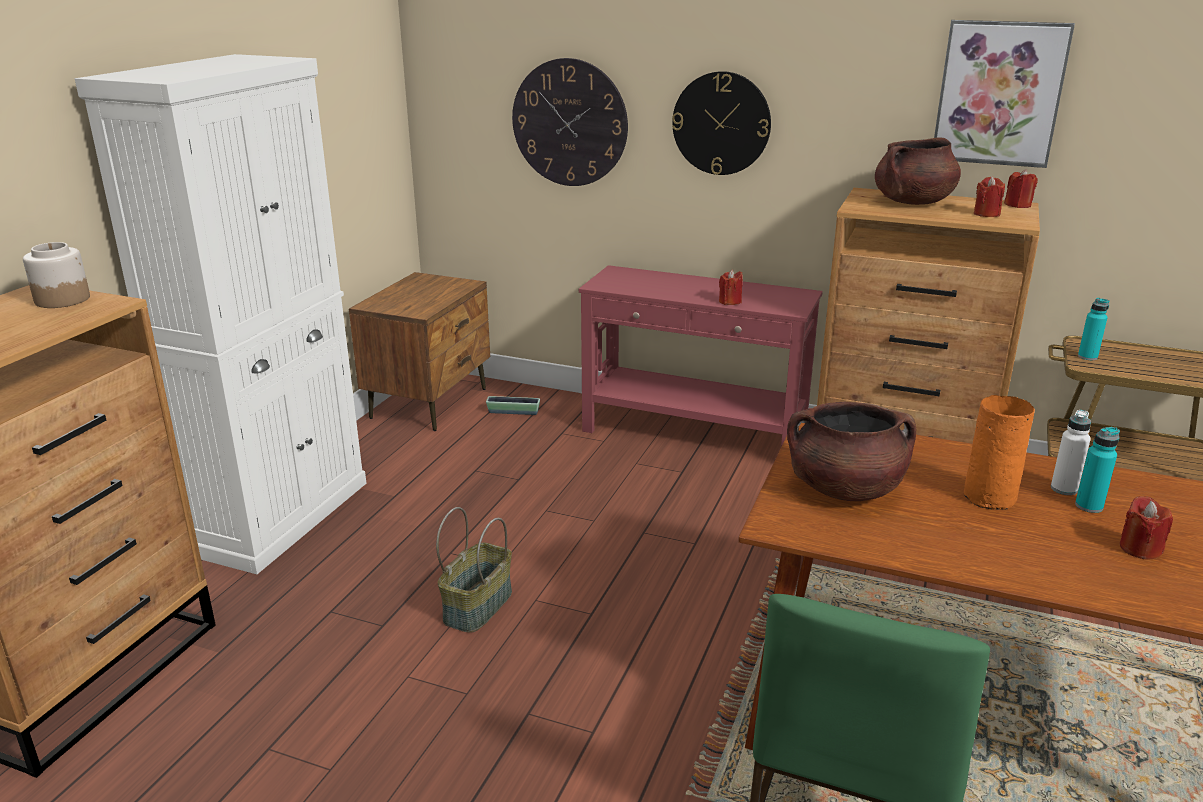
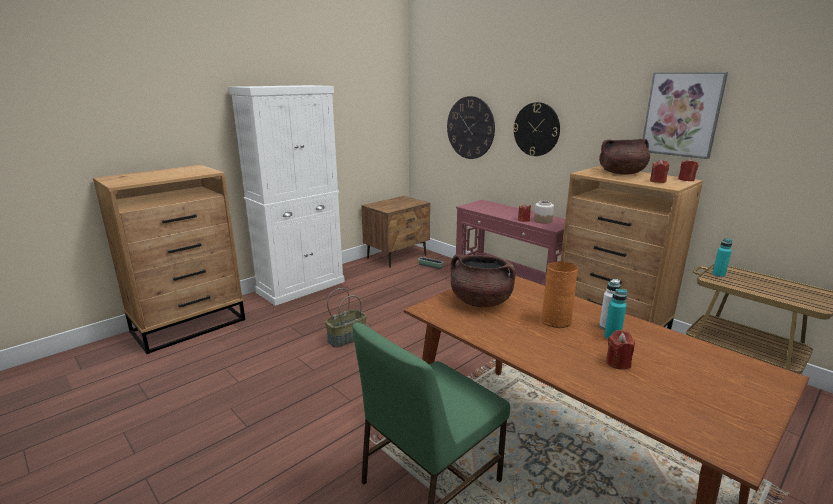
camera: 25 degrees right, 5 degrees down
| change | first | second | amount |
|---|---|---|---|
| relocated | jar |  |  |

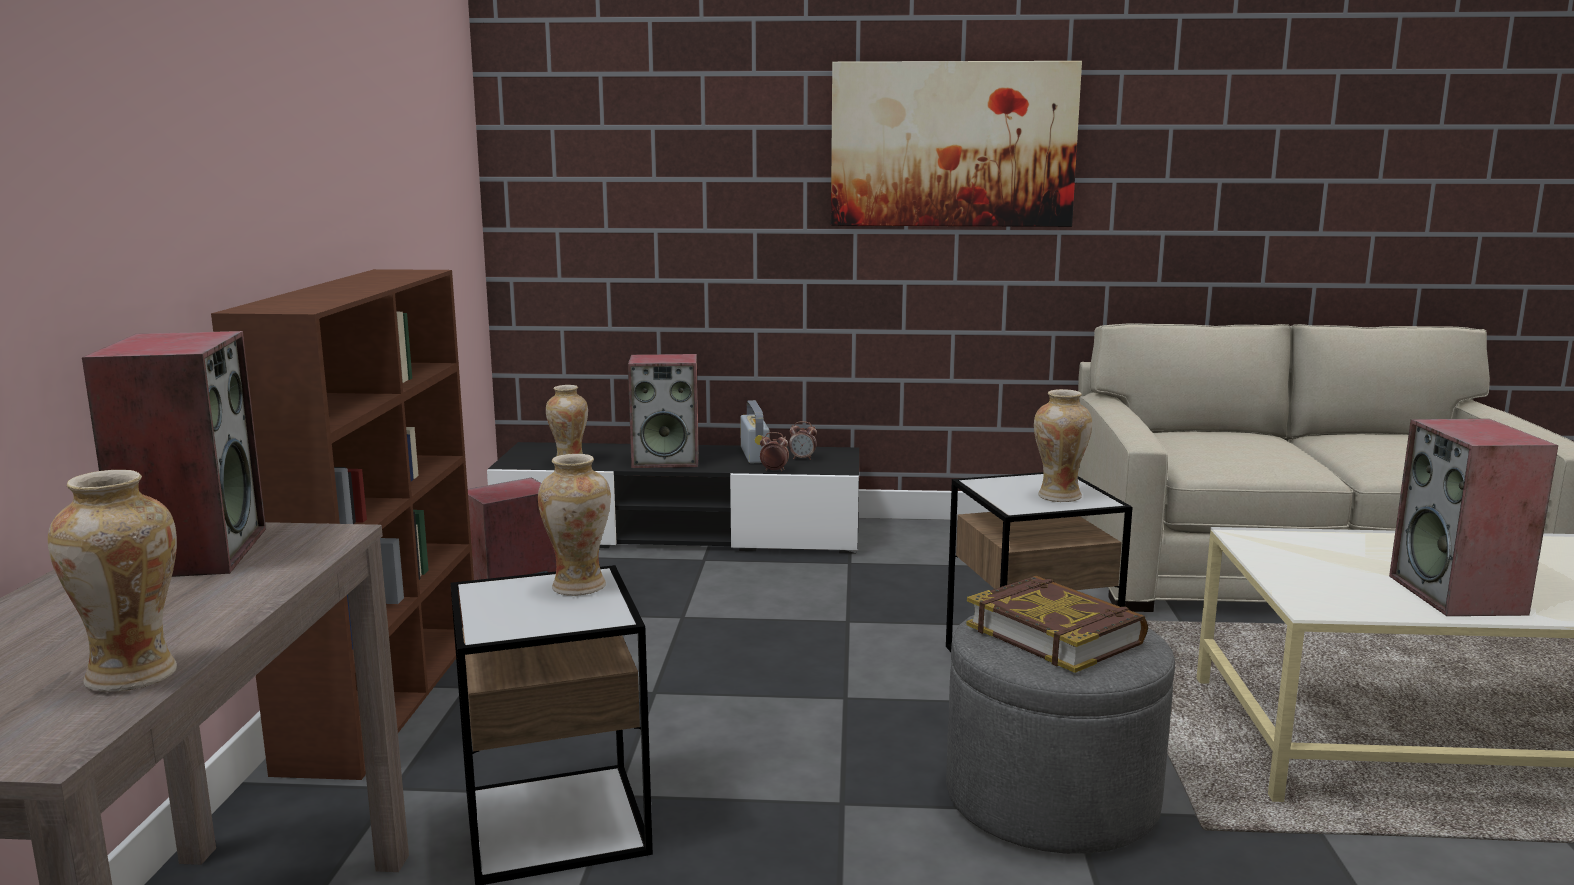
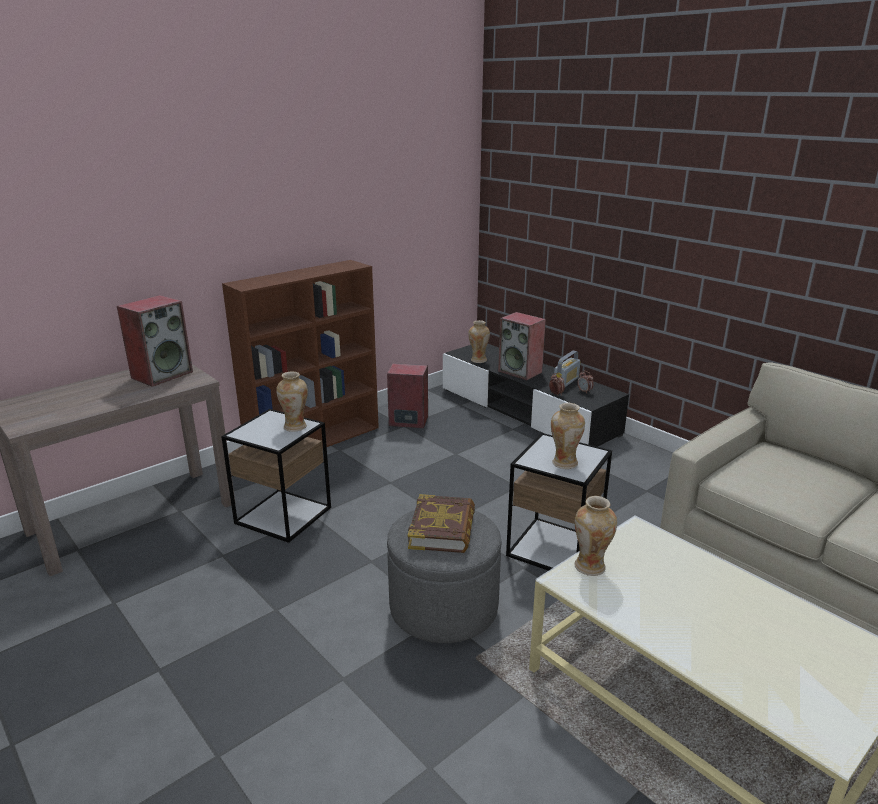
camera: 45 degrees right, 10 degrees up
| change | first | second | amount |
|---|---|---|---|
| missing | wall picture |  |  |
| missing | loudspeaker (no. 4 from left) |  |  |
| relocated | vase (no. 1 from left in the first image) | vase (no. 4 from left) |  |

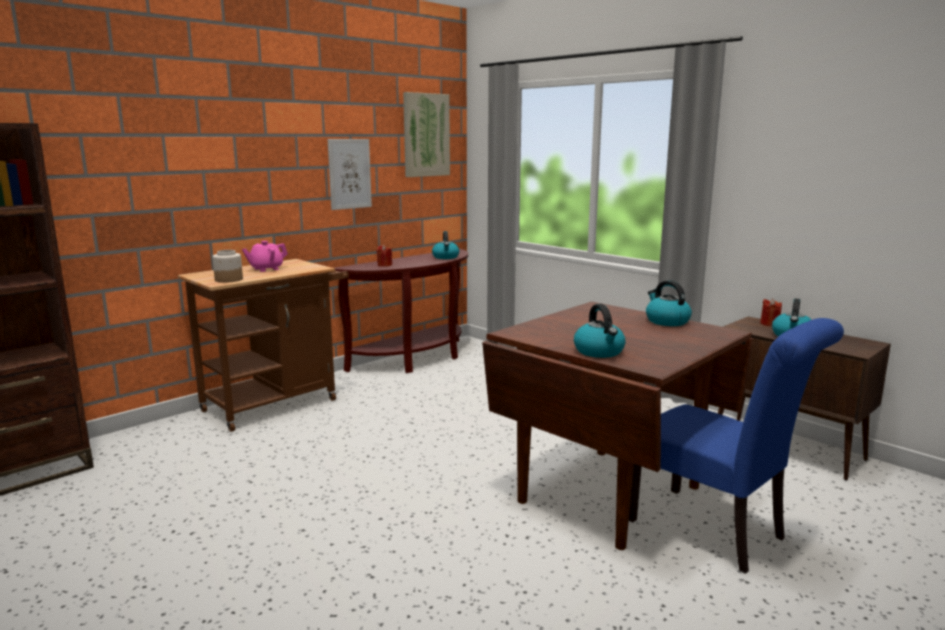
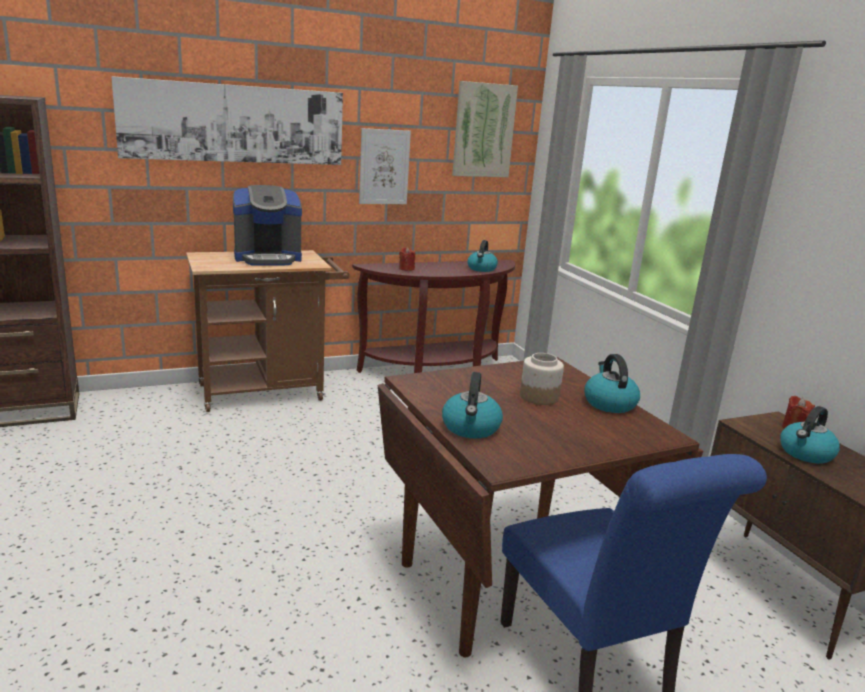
camera: 20 degrees right, 5 degrees up
| change | first | second | amount |
|---|---|---|---|
| appeared |  | wall picture (no. 1 from left) |  |
| relocated | jar |  |  |
| exchanged | pink pot for tea | coffee maker |  |

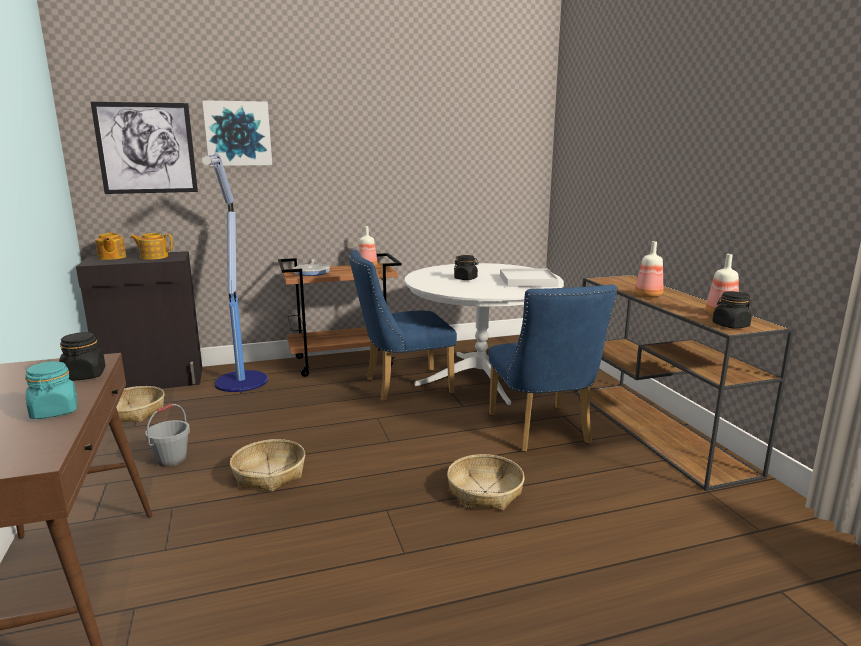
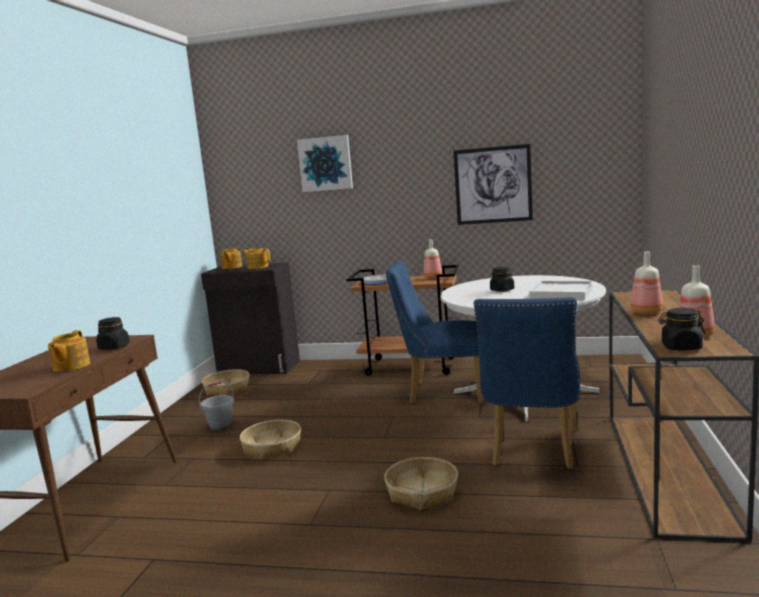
camera: 30 degrees right, 5 degrees down
| change | first | second | amount |
|---|---|---|---|
| missing | standing lamp |  |  |
| relocated | wall picture (no. 1 from left in the first image) | wall picture (no. 2 from left) |  |
| exchanged | turquoise jar | pot for tea (no. 1 from left) |  |

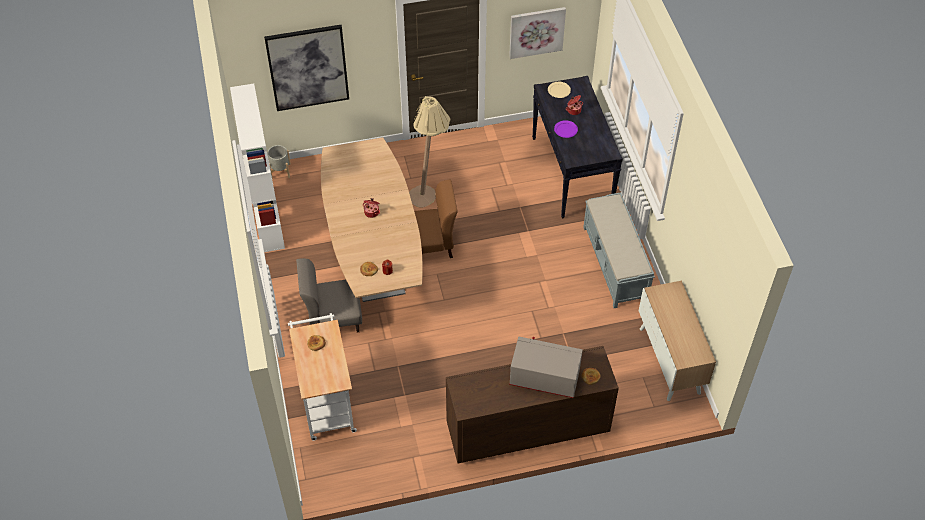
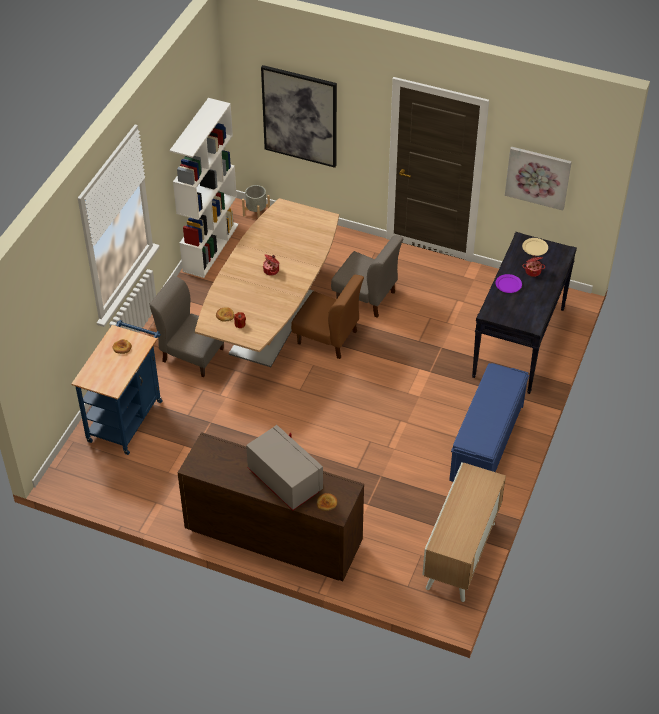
camera: 35 degrees right, 5 degrees down
| change | first | second | amount |
|---|---|---|---|
| exchanged | beige standing lamp | gray upright chair (no. 2 from left) |  |
| colour | whitish wheeled cart | bluish wheeled cart |  |
| colour | gray long seat | bluish long seat |  |

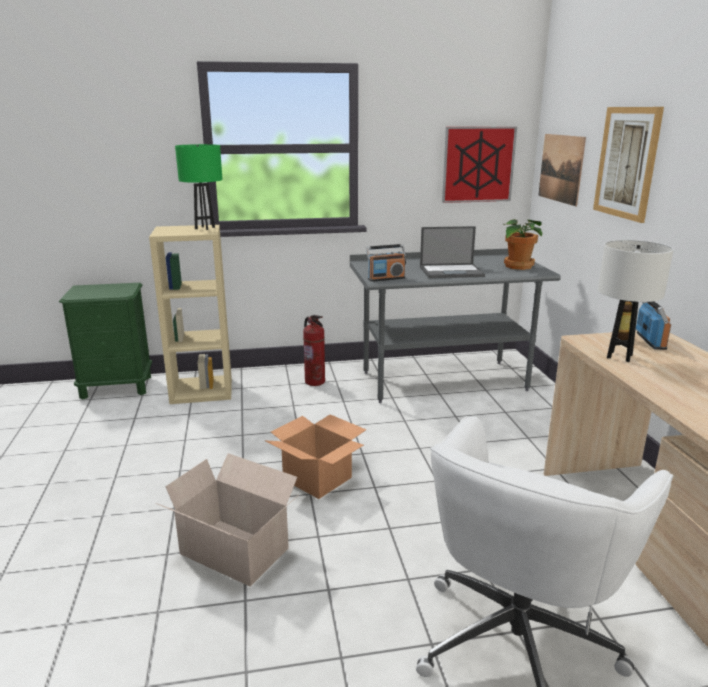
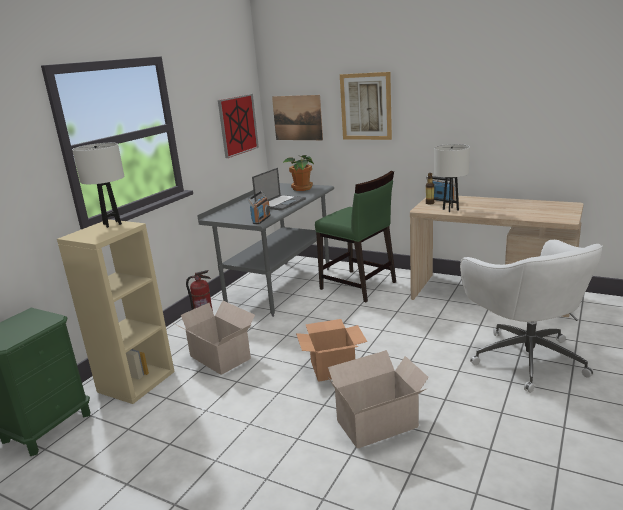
camera: 50 degrees left, 0 degrees up
| change | first | second | amount |
|---|---|---|---|
| appeared |  | cardboard box (no. 1 from left) |  |
| appeared |  | green upright chair |  |
| colour | green lamp for a table | whitish lamp for a table (no. 1 from left) |  |

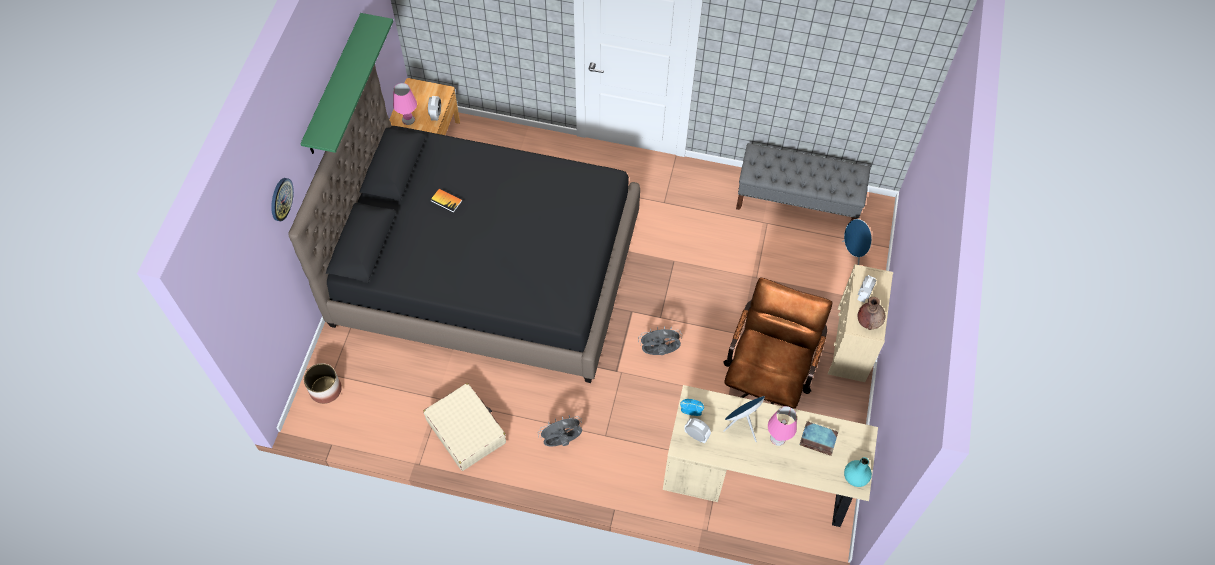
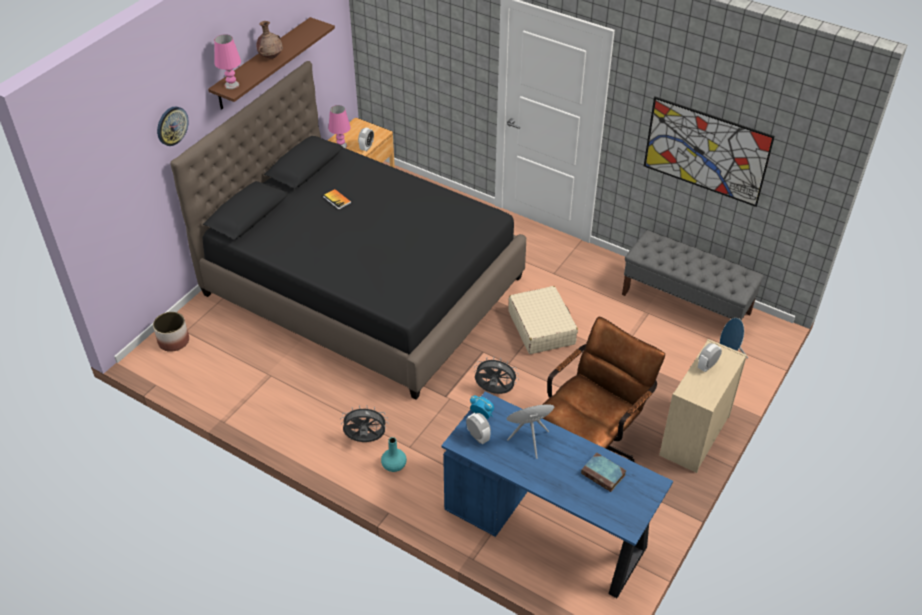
camera: 20 degrees right, 15 degrees down
| change | first | second | amount |
|---|---|---|---|
| appeared |  | wall picture |  |
| relocated | beige suitcase |  |  |
| relocated | pink lamp for a table (no. 2 from left in the first image) | pink lamp for a table (no. 1 from left) |  |
| relocated | turquoise vase |  |  |
| relocated | brown-coloured vase |  |  |
| colour | green wall shelf | brown-coloured wall shelf |  |
| colour | beige desk unit | bluish desk unit |  |

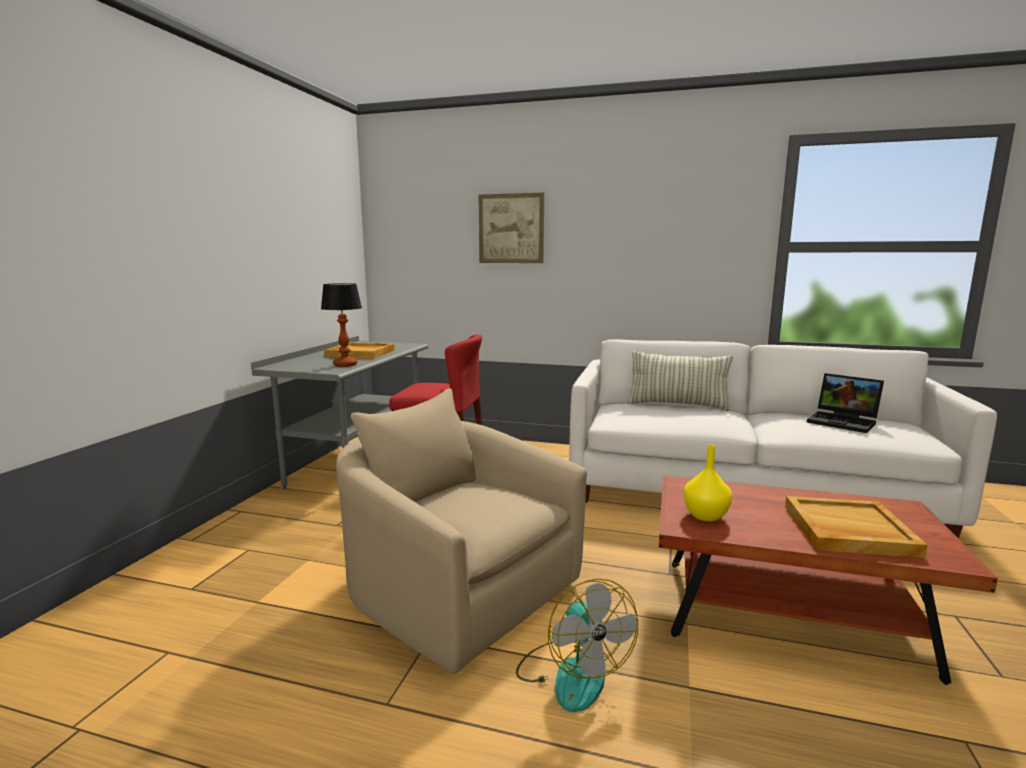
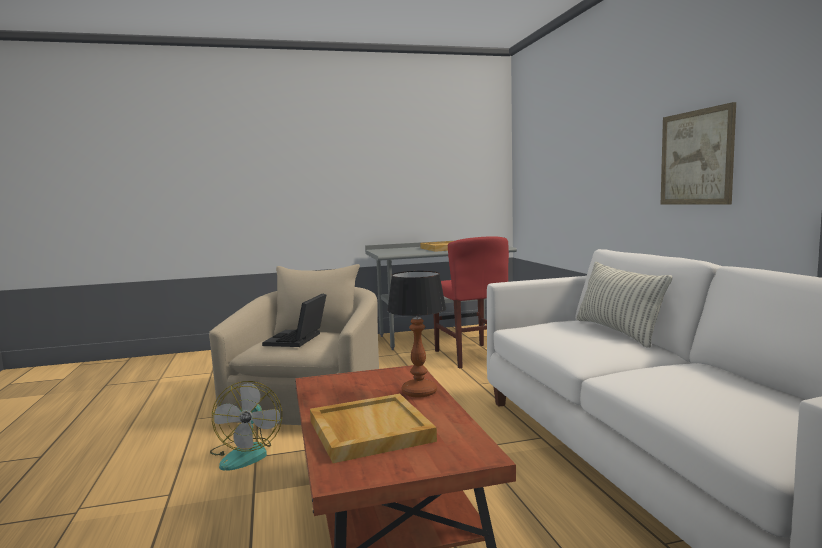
camera: 60 degrees right, 5 degrees down
| change | first | second | amount |
|---|---|---|---|
| missing | yellow-coloured vase |  |  |
| relocated | lamp for a table |  |  |
| relocated | wall picture |  |  |
| relocated | notebook computer |  |  |
| spun | cooling fan |  | 45 degrees counterclockwise |

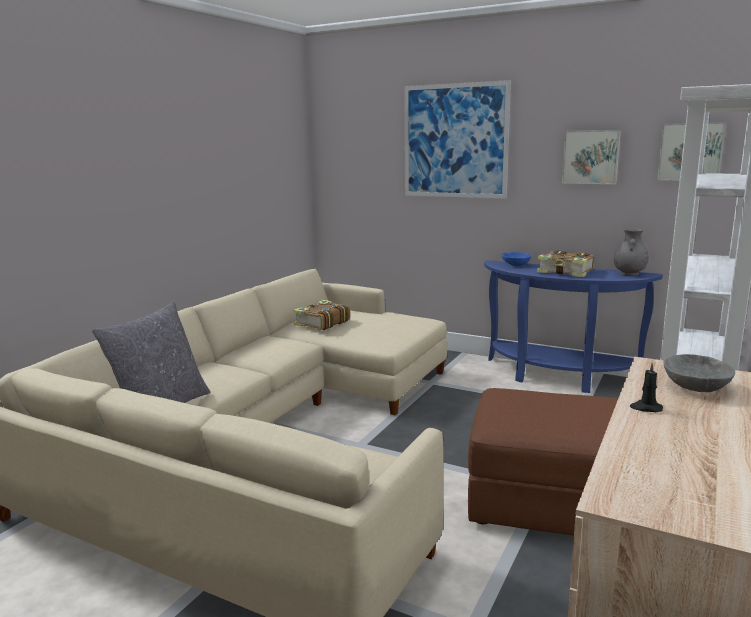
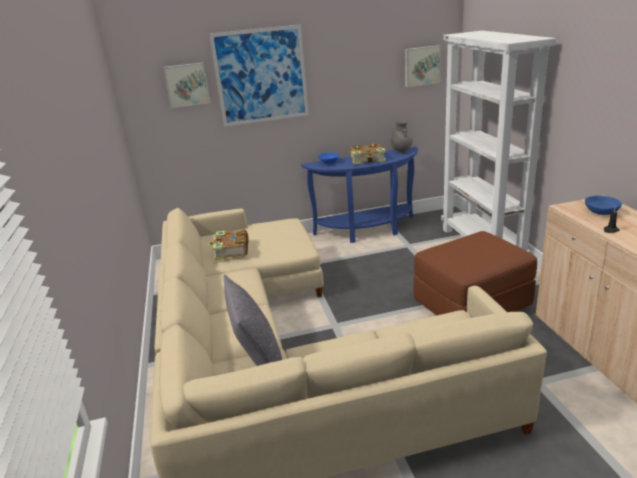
camera: 40 degrees left, 10 degrees up
| change | first | second | amount |
|---|---|---|---|
| relocated | wall picture (no. 2 from left in the first image) | wall picture (no. 1 from left) |  |
| colour | gray bowl | bluish bowl (no. 2 from left) |  |

